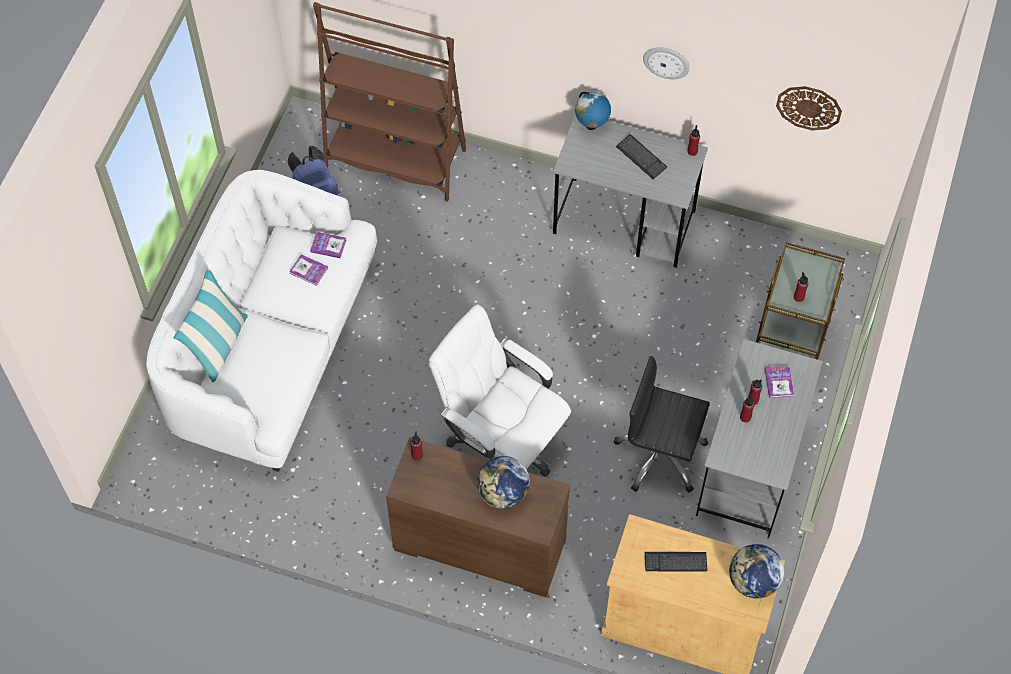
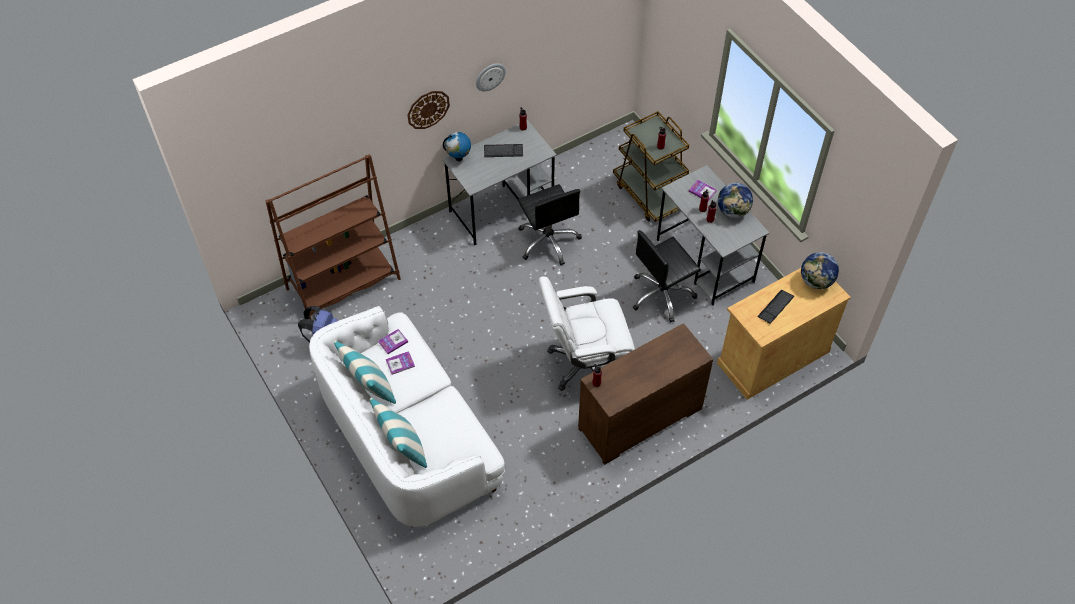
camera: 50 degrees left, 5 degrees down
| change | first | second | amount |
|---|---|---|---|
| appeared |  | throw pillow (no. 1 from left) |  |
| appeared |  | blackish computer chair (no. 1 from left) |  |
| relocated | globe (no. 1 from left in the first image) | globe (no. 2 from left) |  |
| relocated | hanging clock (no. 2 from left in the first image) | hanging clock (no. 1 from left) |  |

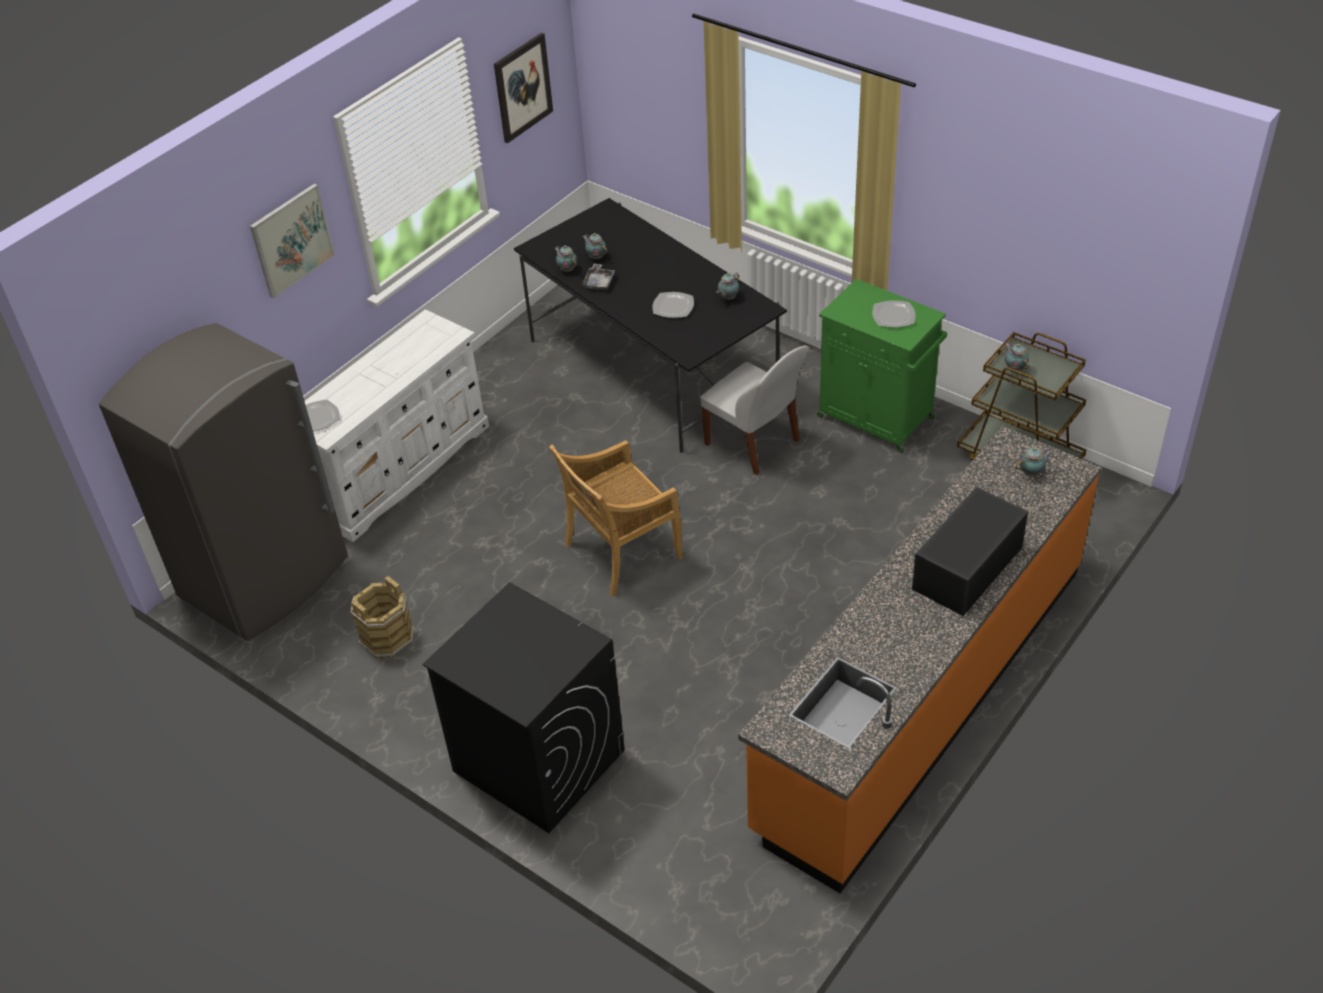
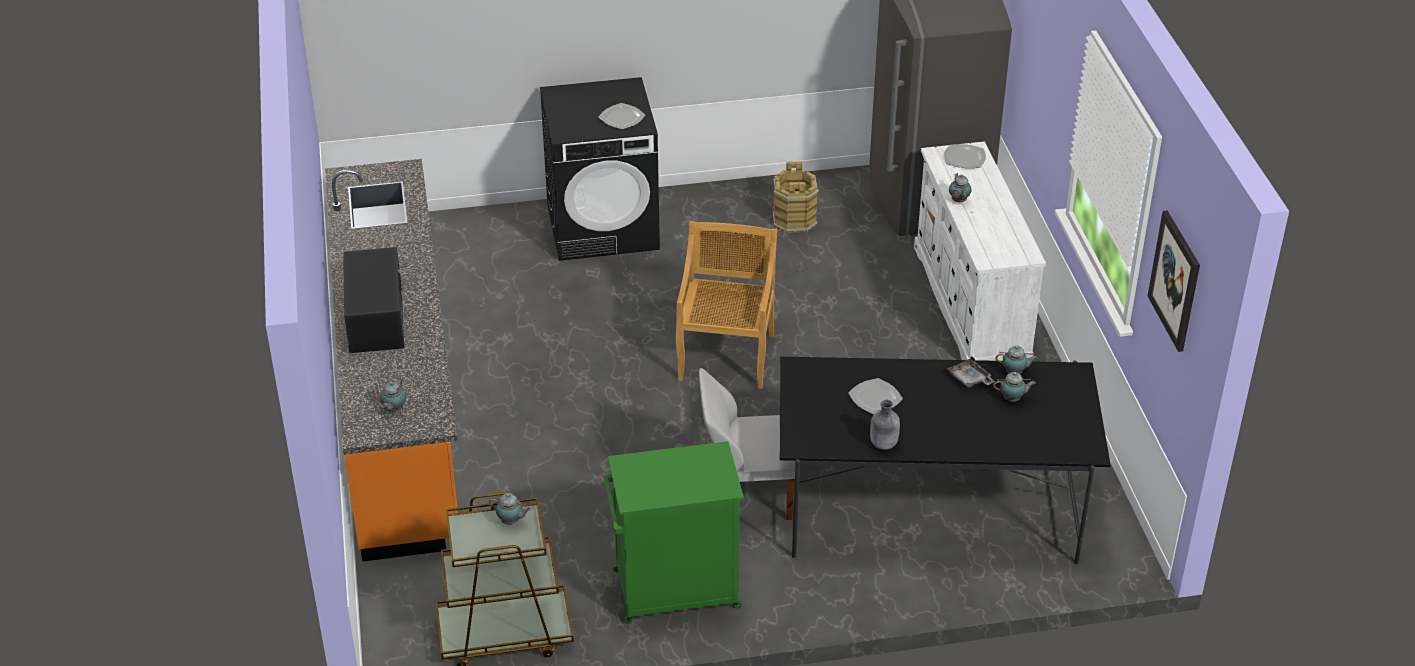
camera: 130 degrees right, 5 degrees down
| change | first | second | amount |
|---|---|---|---|
| missing | wall picture (no. 1 from left) |  |  |
| appeared |  | gray bottle |  |
| relocated | pot for tea (no. 3 from left) |  |  |
| relocated | dinner plate (no. 3 from left in the first image) | dinner plate (no. 1 from left) |  |

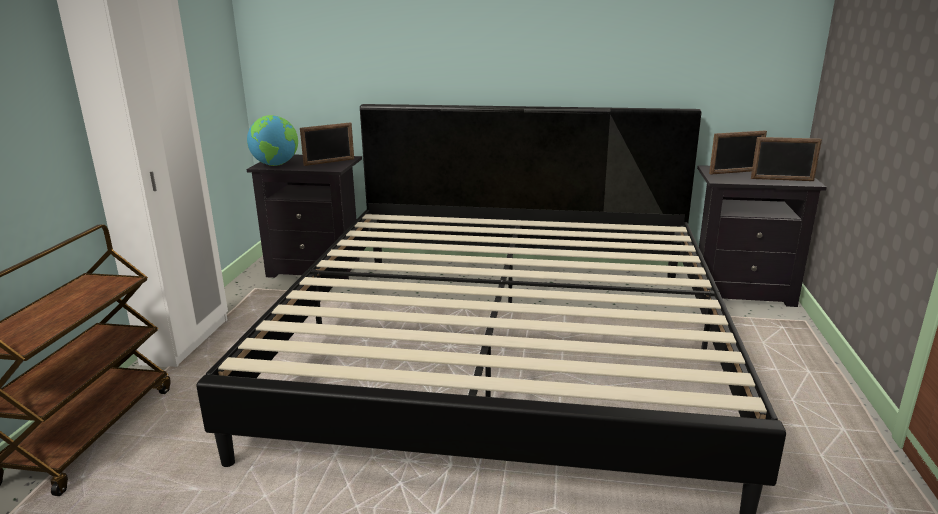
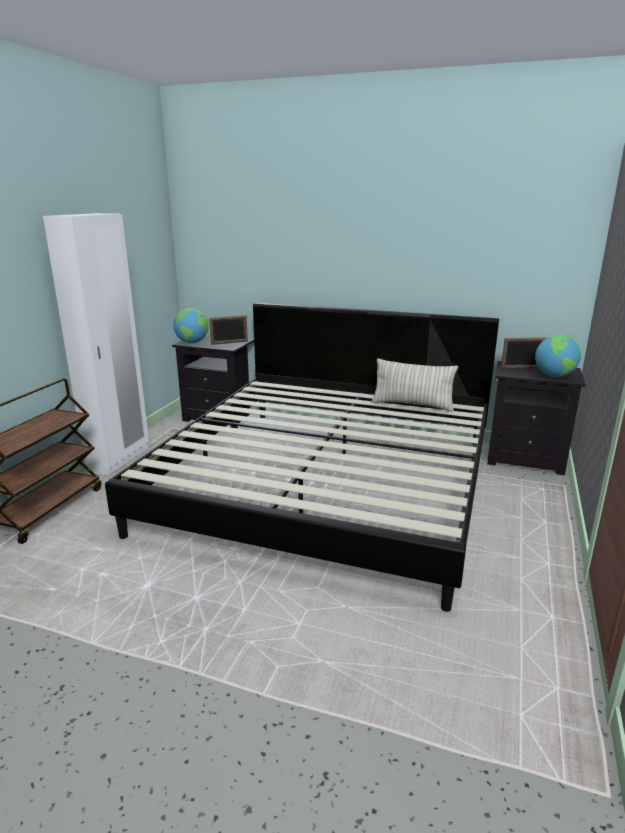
camera: 10 degrees right, 0 degrees up
| change | first | second | amount |
|---|---|---|---|
| appeared |  | throw pillow |  |
| exchanged | picture frame (no. 3 from left) | globe (no. 2 from left) |  |

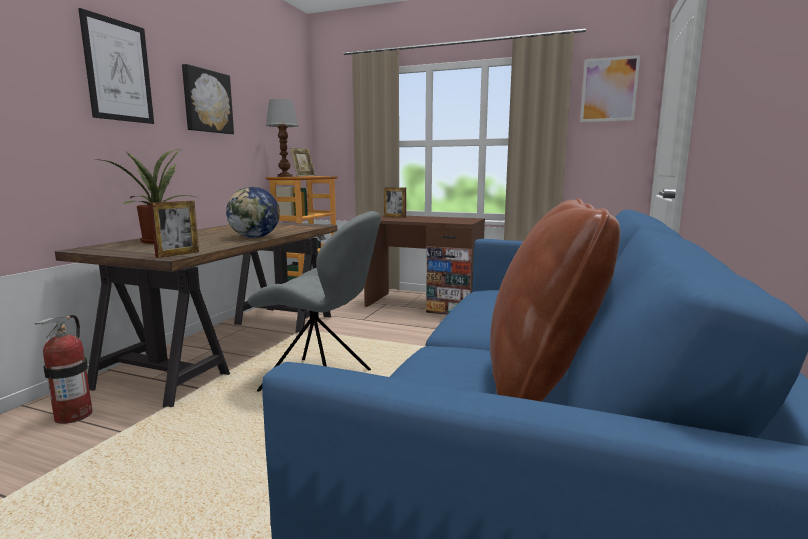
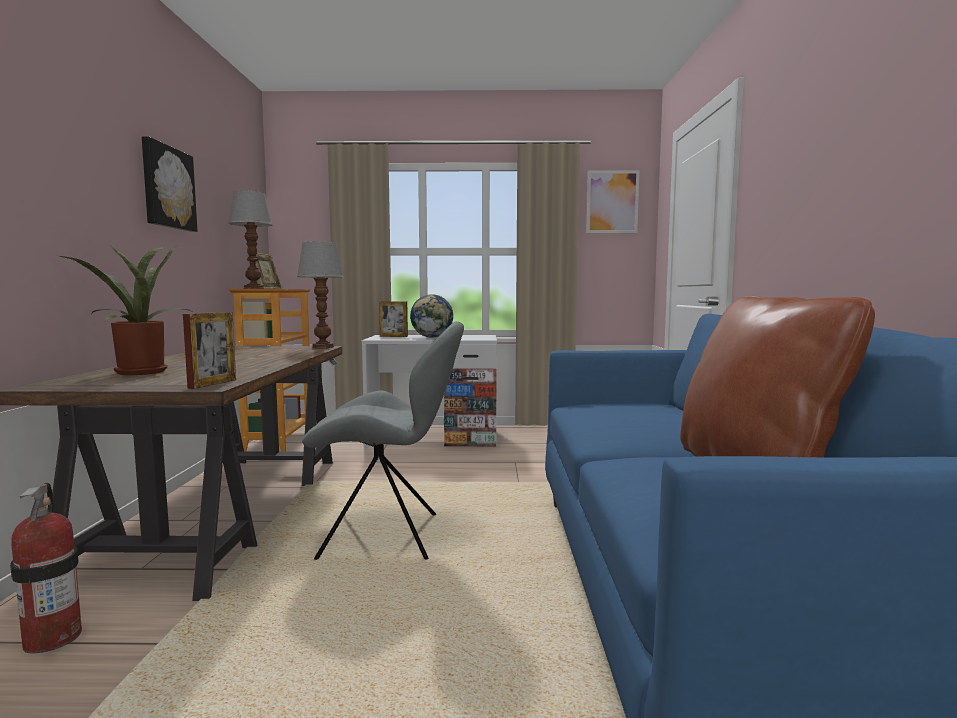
camera: 20 degrees left, 5 degrees down
| change | first | second | amount |
|---|---|---|---|
| missing | wall picture (no. 1 from left) |  |  |
| appeared |  | lamp for a table (no. 2 from left) |  |
| relocated | globe |  |  |
| colour | brown-coloured desk unit (no. 2 from left) | whitish desk unit |  |

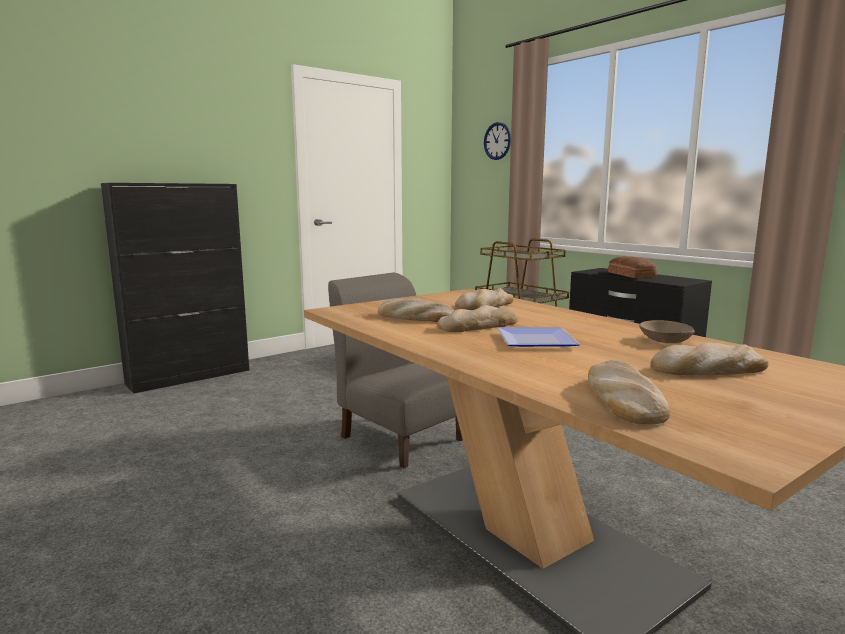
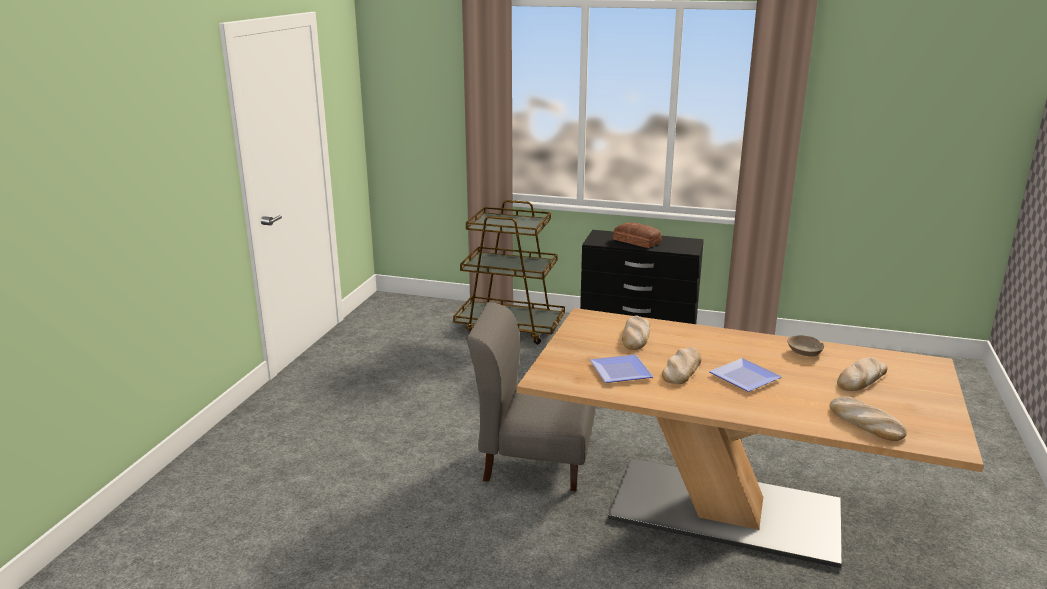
camera: 35 degrees left, 10 degrees up
| change | first | second | amount |
|---|---|---|---|
| missing | blackish cupboard |  |  |
| missing | hanging clock |  |  |
| exchanged | baked bread (no. 1 from left) | dinner plate (no. 1 from left) |  |

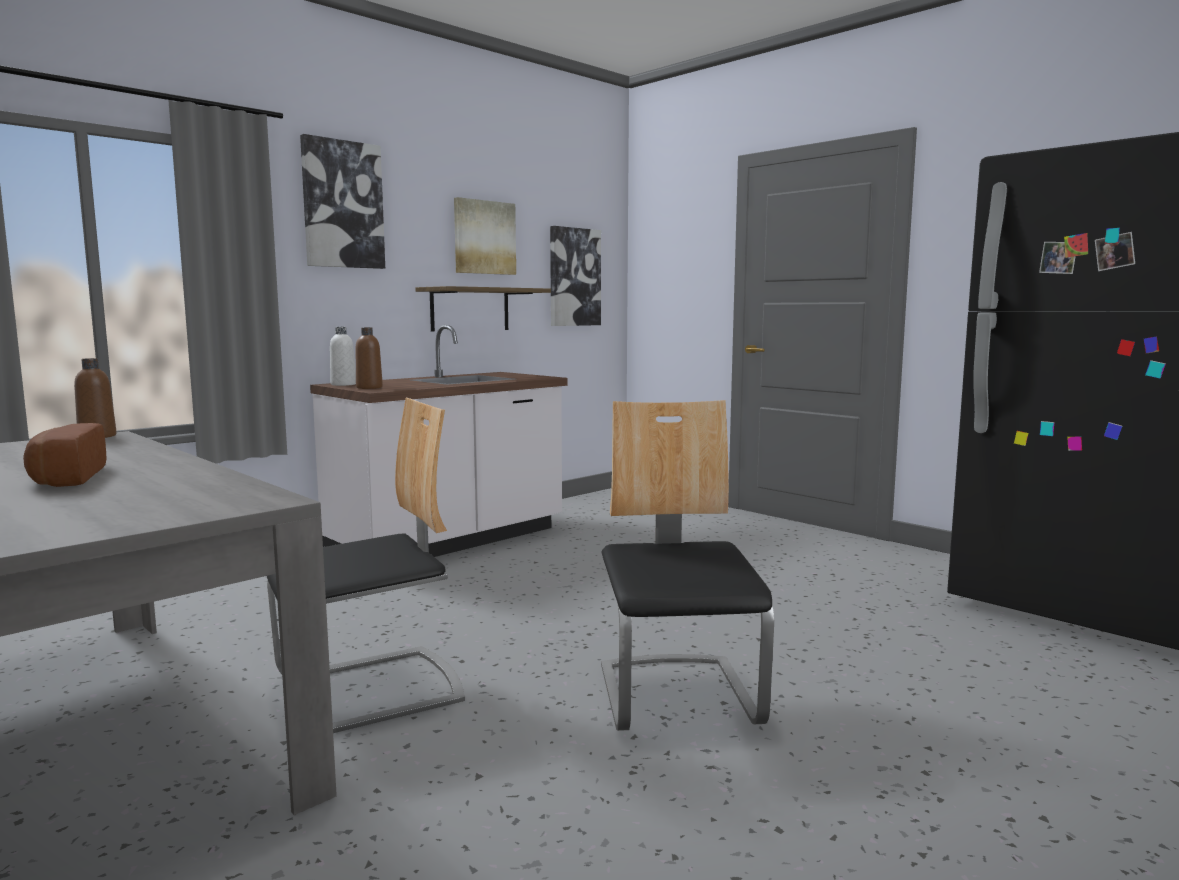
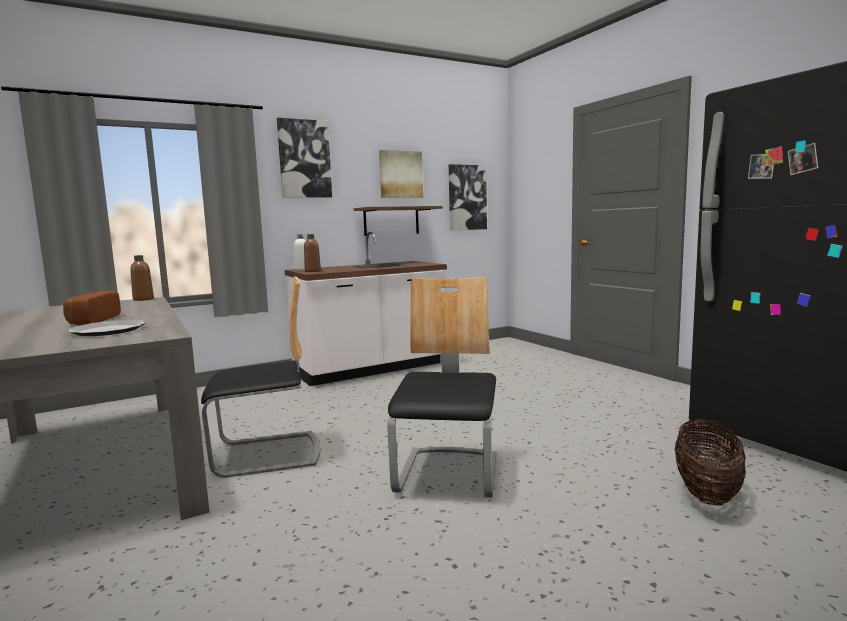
camera: 15 degrees right, 0 degrees up
| change | first | second | amount |
|---|---|---|---|
| appeared |  | dinner plate |  |
| appeared |  | storage basket |  |

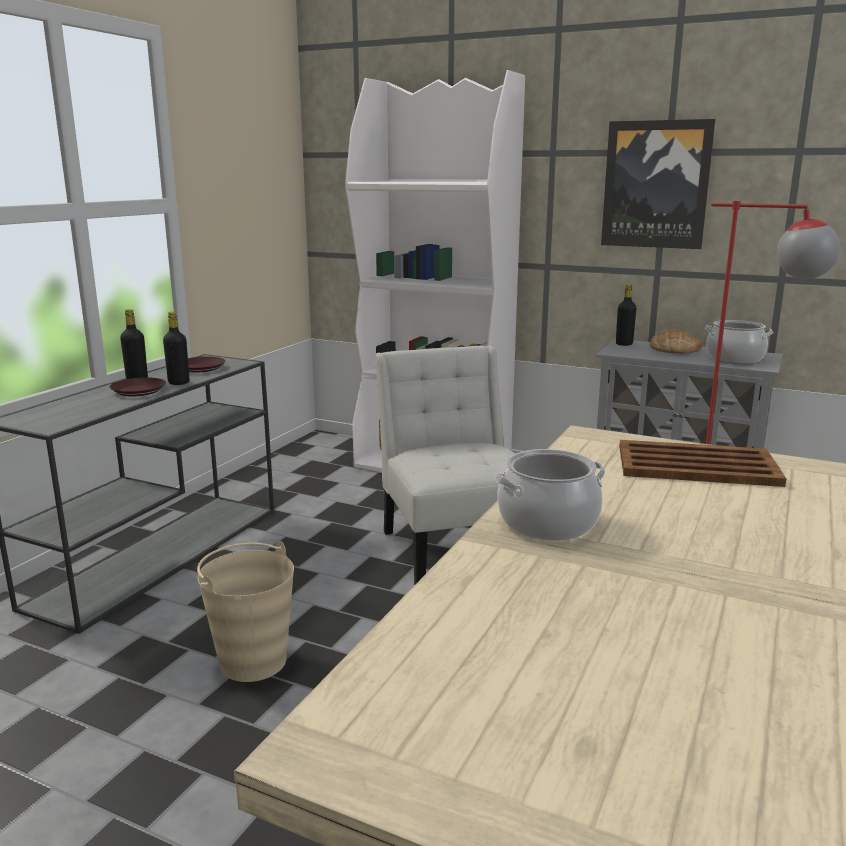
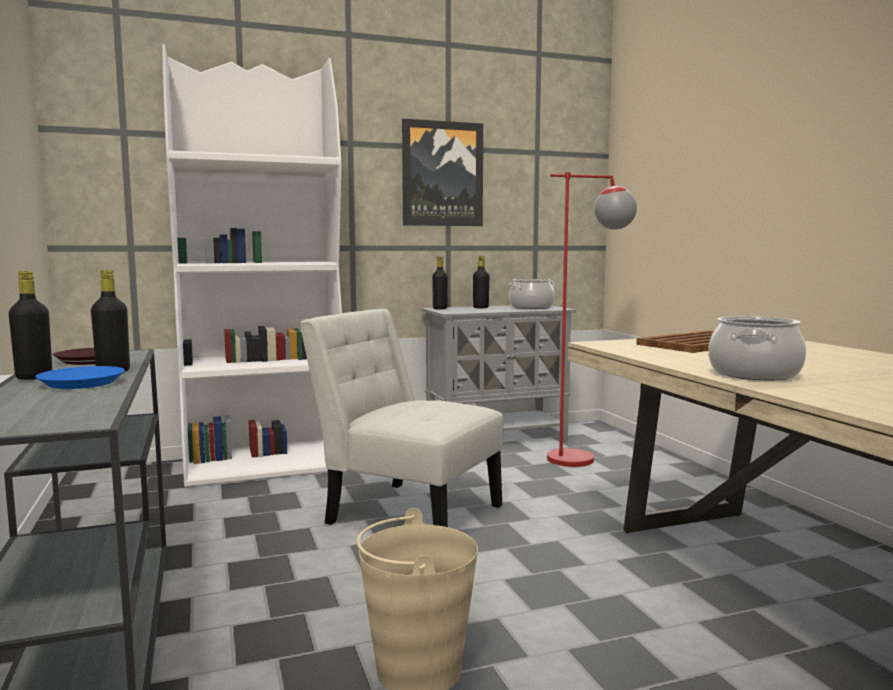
camera: 45 degrees left, 10 degrees down
| change | first | second | amount |
|---|---|---|---|
| exchanged | baked bread | blackish bottle (no. 4 from left) |  |
| colour | brown-coloured dinner plate (no. 1 from left) | bluish dinner plate |  |

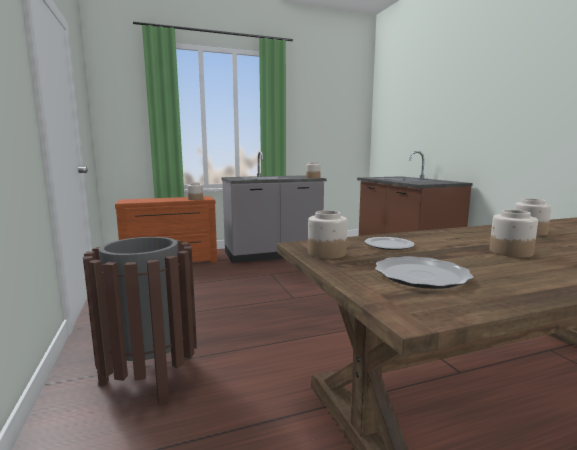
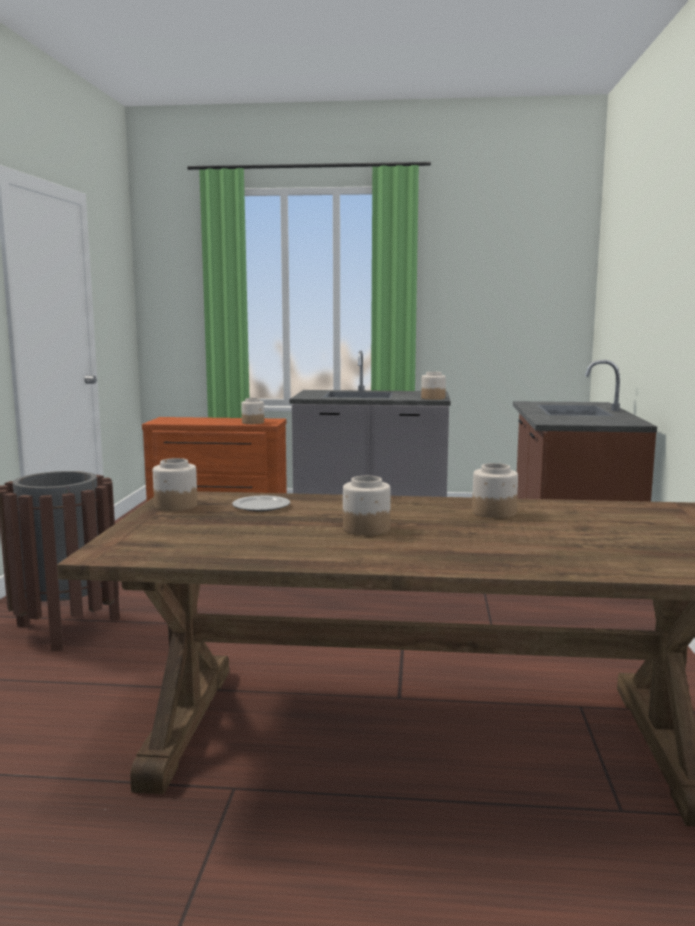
camera: 25 degrees right, 0 degrees up
| change | first | second | amount |
|---|---|---|---|
| missing | dinner plate (no. 2 from left) |  |  |

